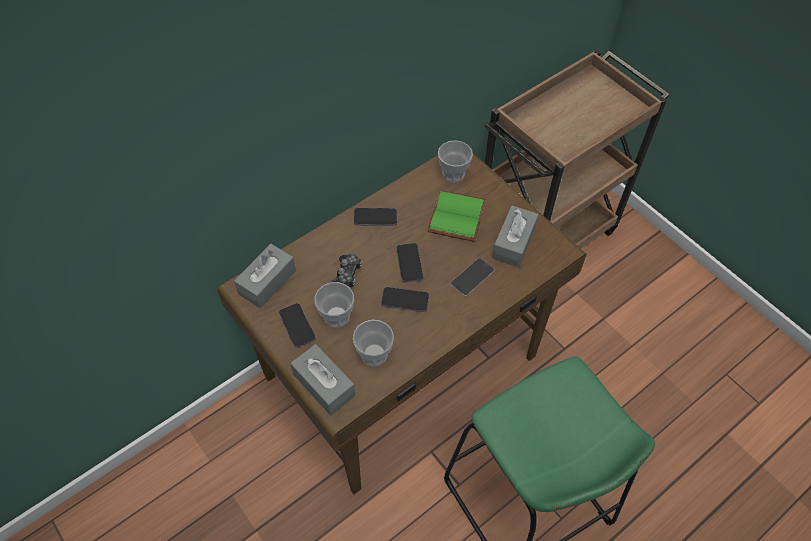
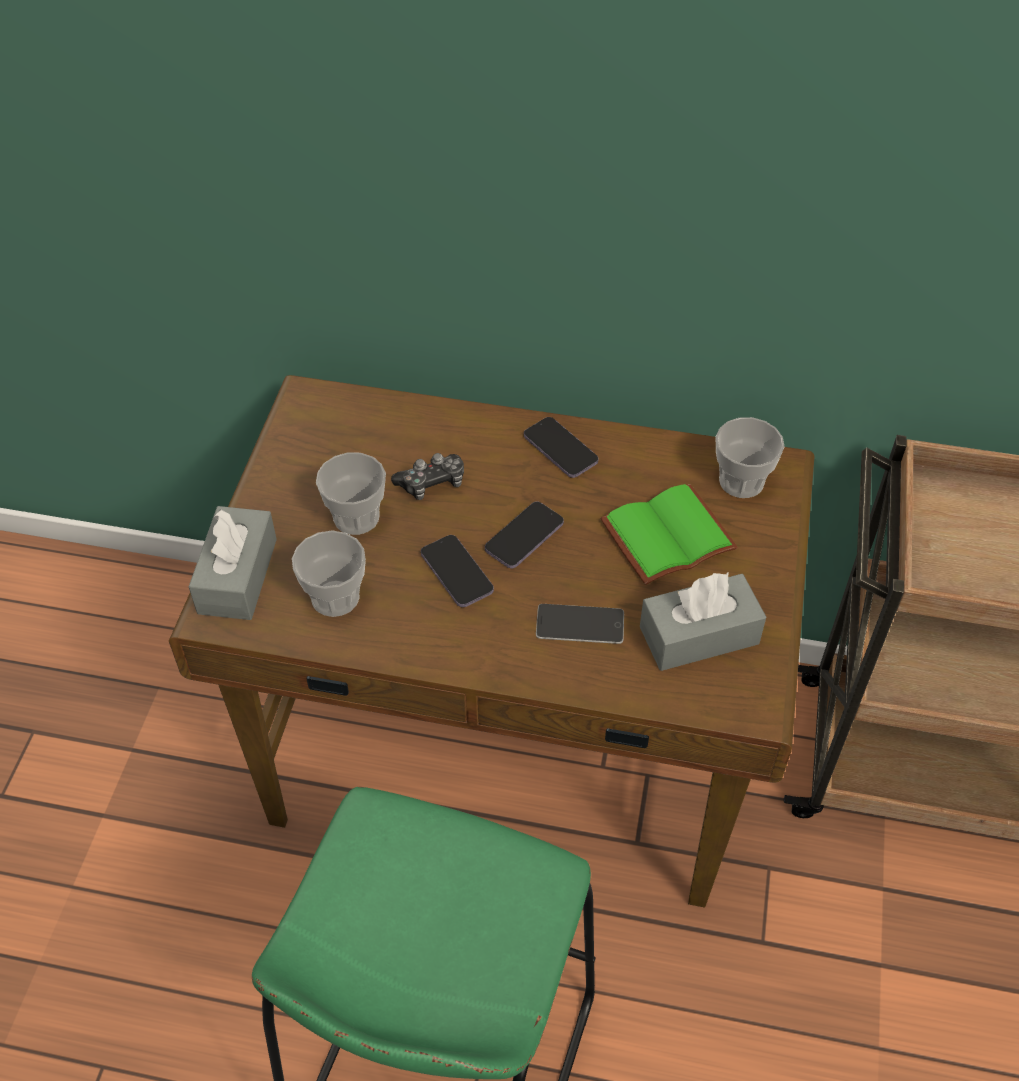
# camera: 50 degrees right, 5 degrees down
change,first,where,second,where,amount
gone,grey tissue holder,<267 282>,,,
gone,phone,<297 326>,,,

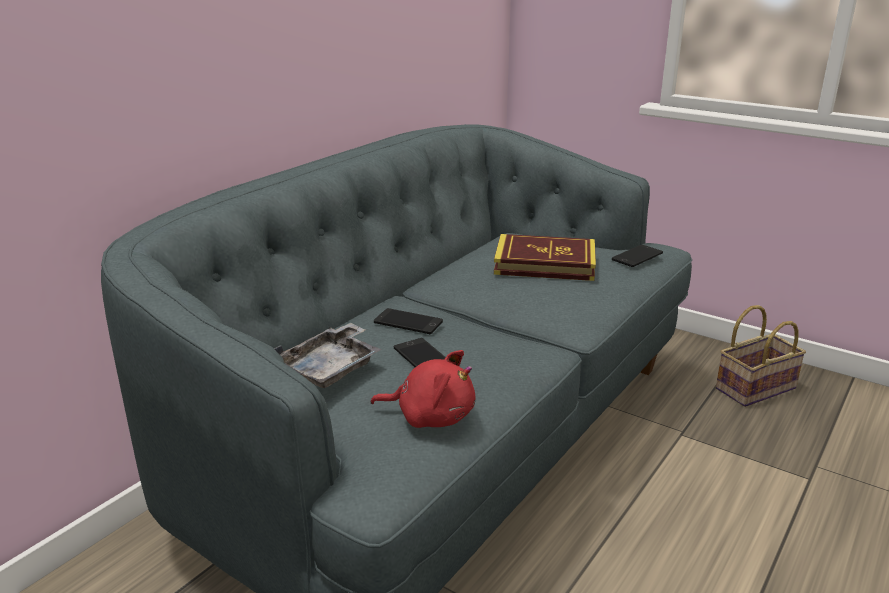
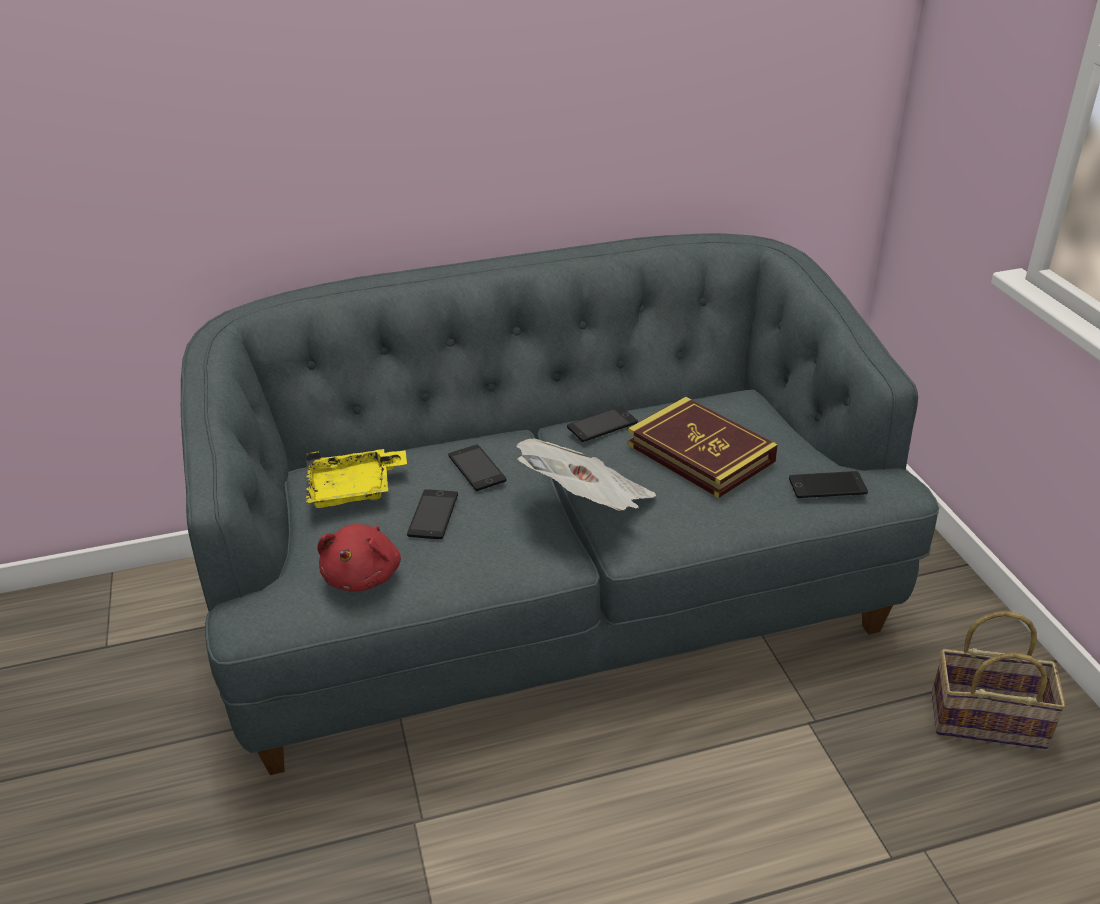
# camera: 40 degrees right, 10 degrees up
change,first,where,second,where,amount
repainted,grey serving tray,<331 368>,yellowish serving tray,<354 489>,
rotated,red plush toy,<431 416>,,<364 575>,45 degrees clockwise
new,,,printed paper,<587 504>,
new,,,phone,<602 425>,

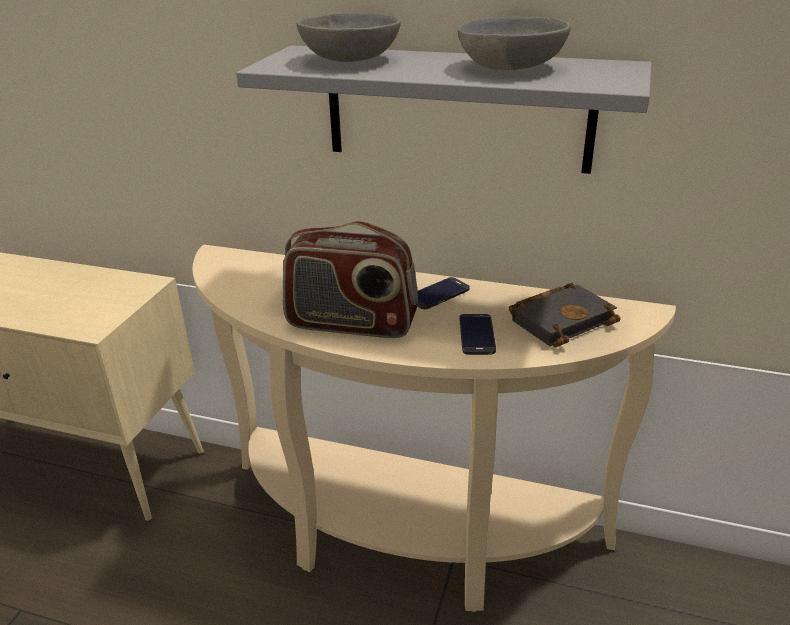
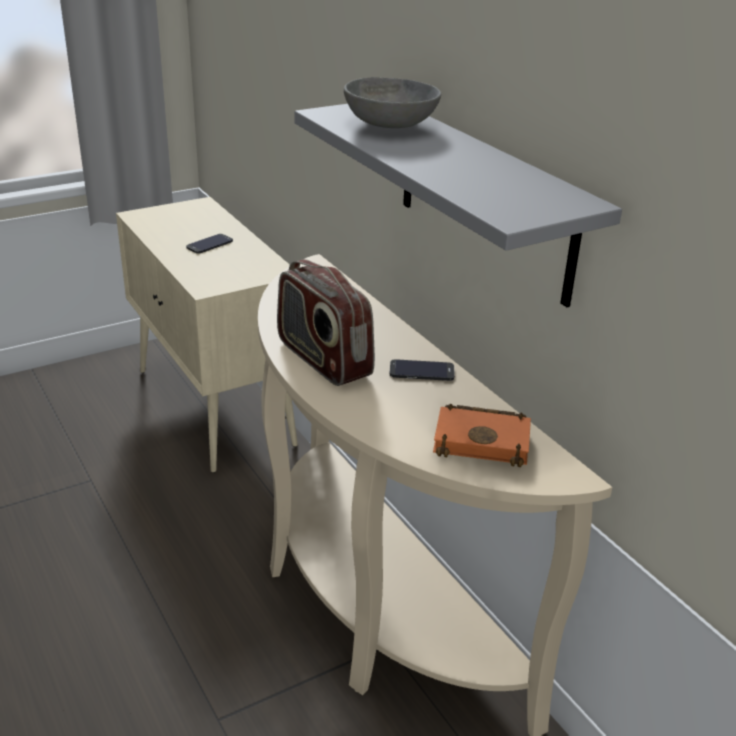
# camera: 40 degrees right, 0 degrees up
change,first,where,second,where,amount
gone,grey deep dish,<510 66>,,,
shifted,phone,<476 334>,,<209 244>,
repainted,black-coloured bound book,<561 319>,orangey bound book,<484 440>,

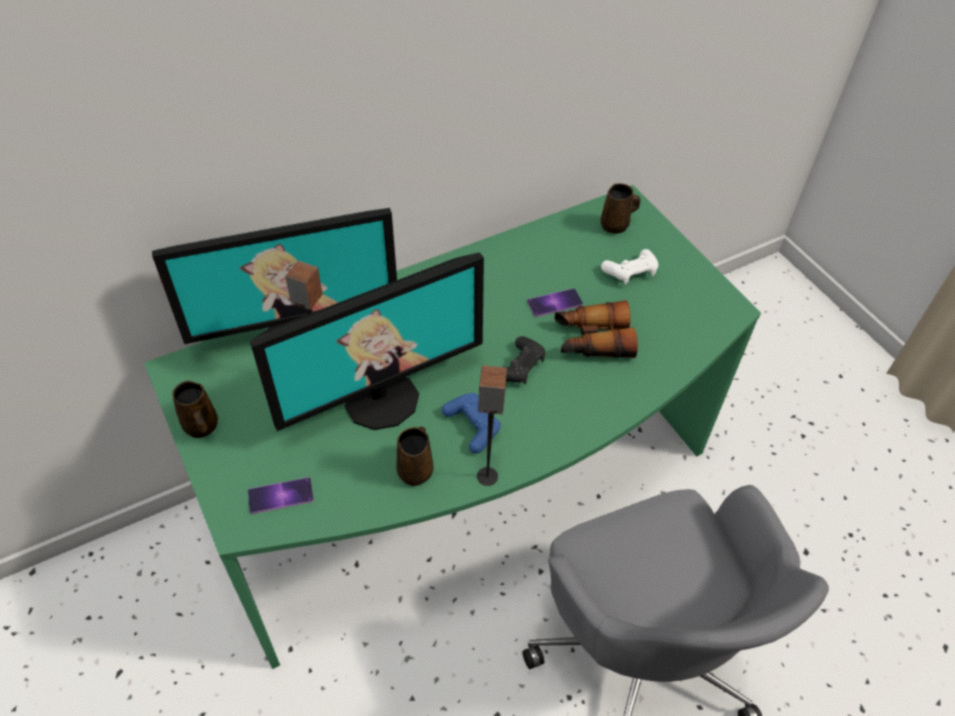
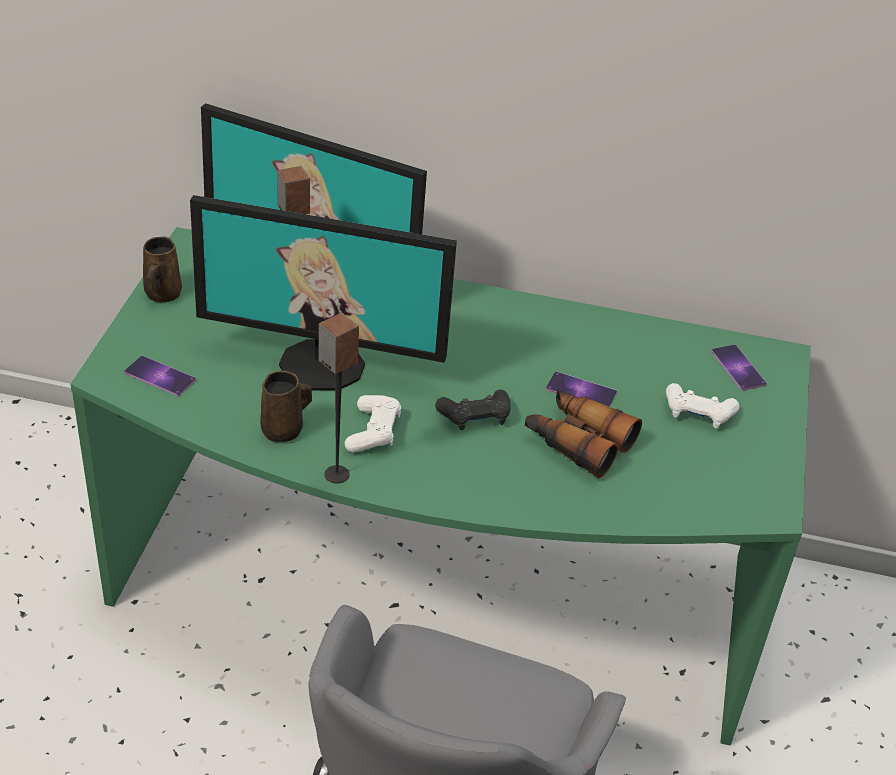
# camera: 40 degrees right, 10 degrees down
change,first,where,second,where,amount
repainted,blue gamepad,<472 426>,white-coloured gamepad,<373 432>,
swapped,brownish tea mug,<616 225>,phone,<738 368>,

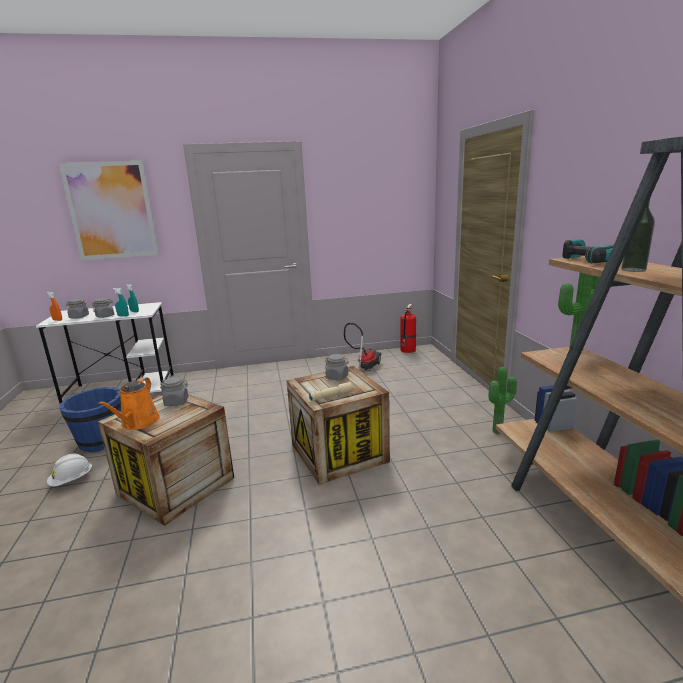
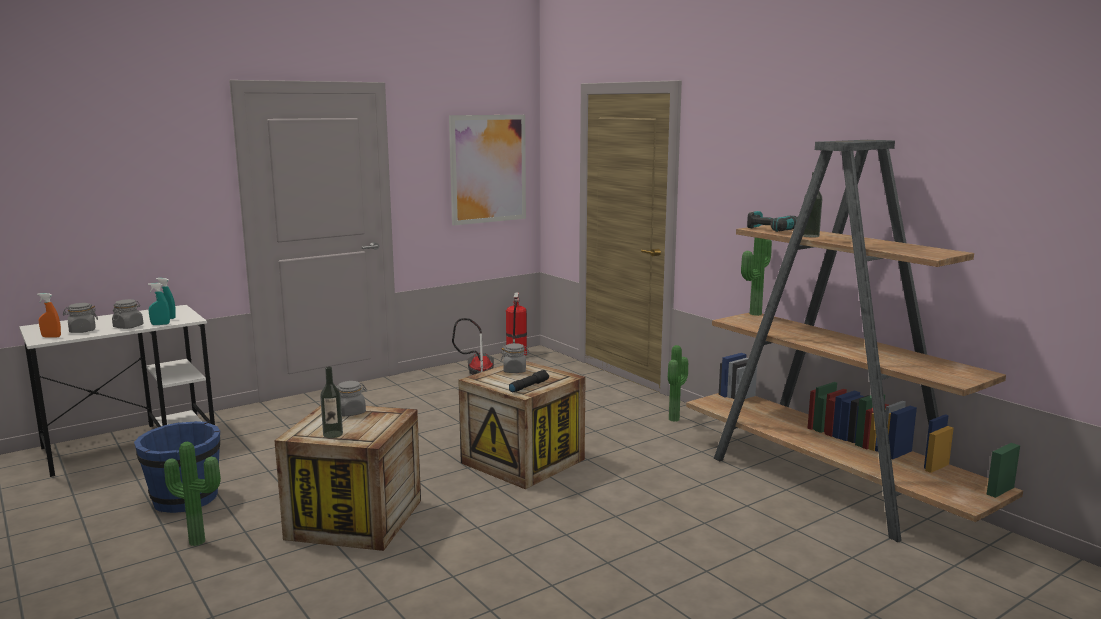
# camera: 25 degrees left, 5 degrees down
change,first,where,second,where,amount
swapped,white-coloured hard hat,<72 480>,plant in a pot,<199 540>,
shifted,picture,<111 211>,,<488 169>,
swapped,orangey sprinkling can,<138 423>,bottle,<333 434>,
repainted,beige hand torch,<331 396>,black-coloured hand torch,<528 386>,

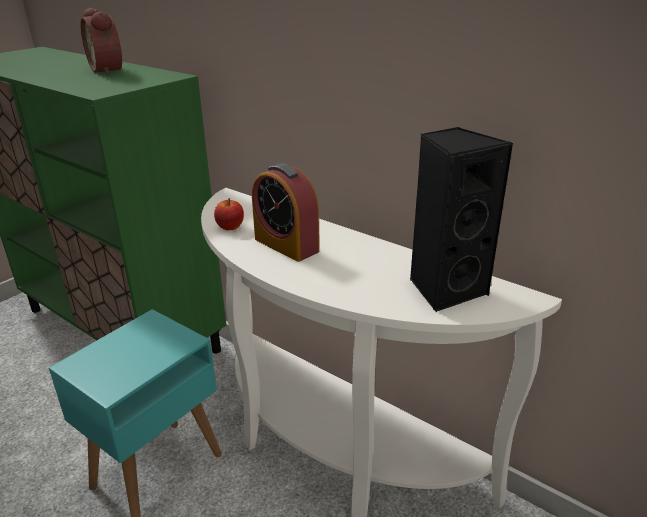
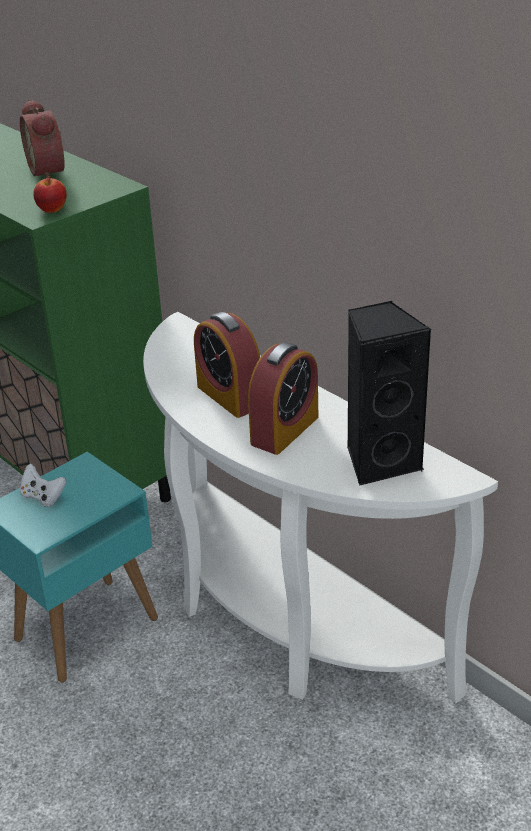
# camera: 10 degrees right, 5 degrees up
change,first,where,second,where,amount
shifted,apple fruit,<230 227>,,<52 210>,
new,,,white-coloured gamepad,<43 497>,
new,,,alarm clock,<285 430>,

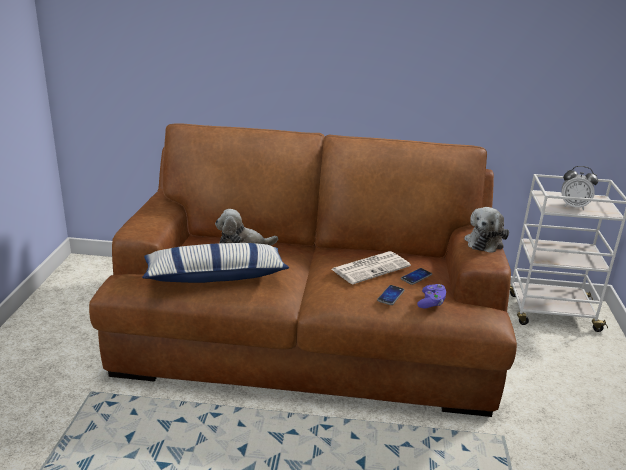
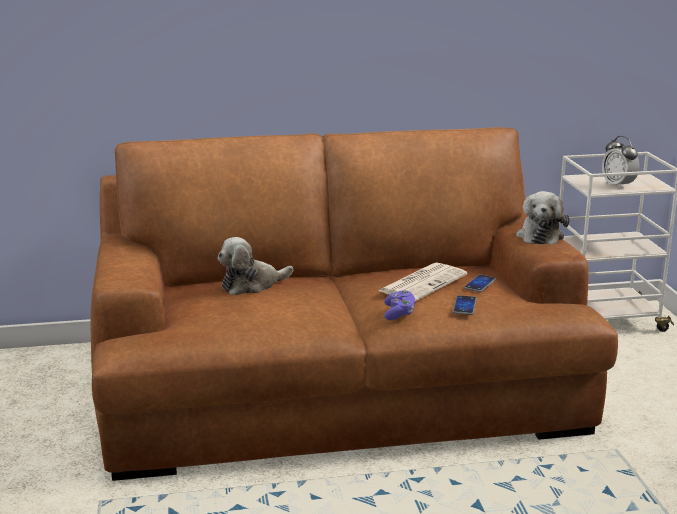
# camera: 15 degrees left, 5 degrees down
change,first,where,second,where,amount
gone,pillow,<215 276>,,,
shifted,purple gamepad,<431 303>,,<399 313>,
rotated,alarm clock,<574 206>,,<618 185>,60 degrees clockwise

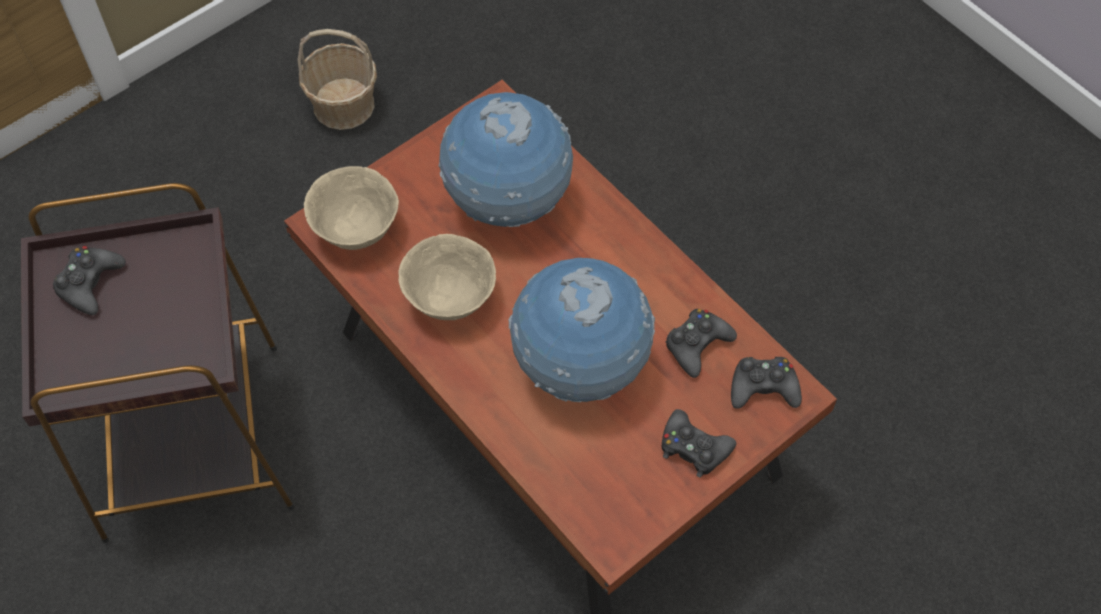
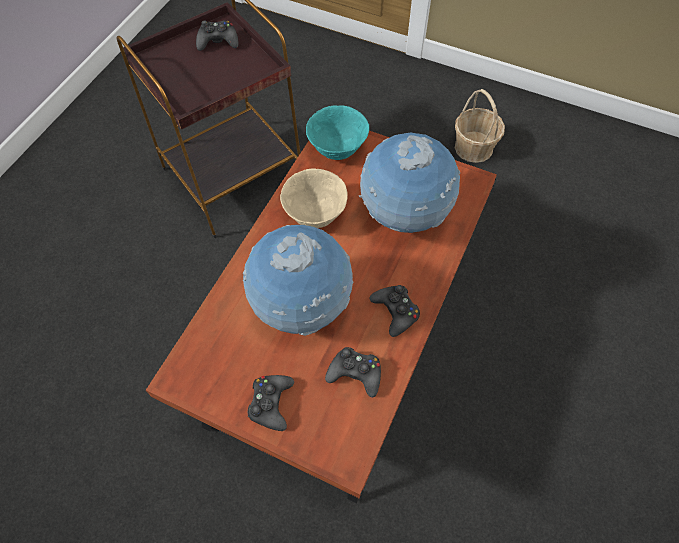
# camera: 65 degrees right, 0 degrees up
change,first,where,second,where,amount
repainted,beige deep dish,<356 230>,blue-green deep dish,<338 149>,
shifted,black-coloured gamepad,<763 387>,,<395 312>,

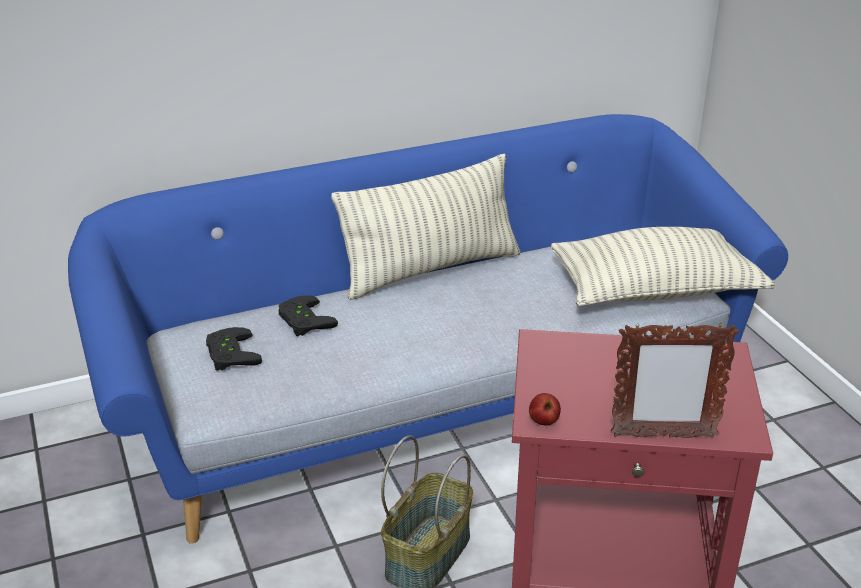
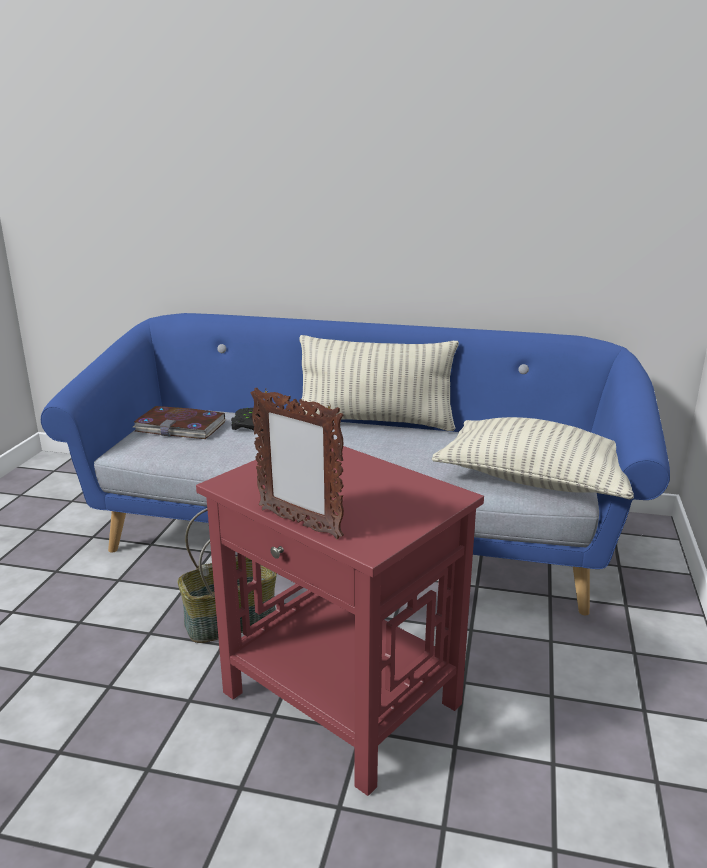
# camera: 35 degrees right, 10 degrees down
change,first,where,second,where,amount
swapped,black-coloured gamepad,<228 354>,bound book,<181 426>,
gone,apple fruit,<543 421>,,,

